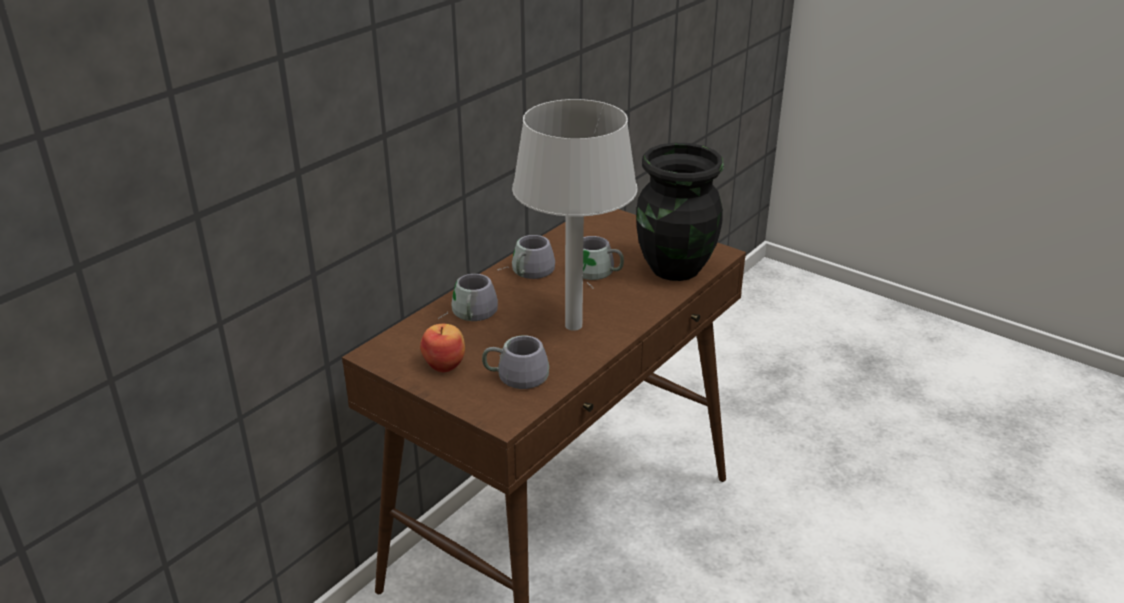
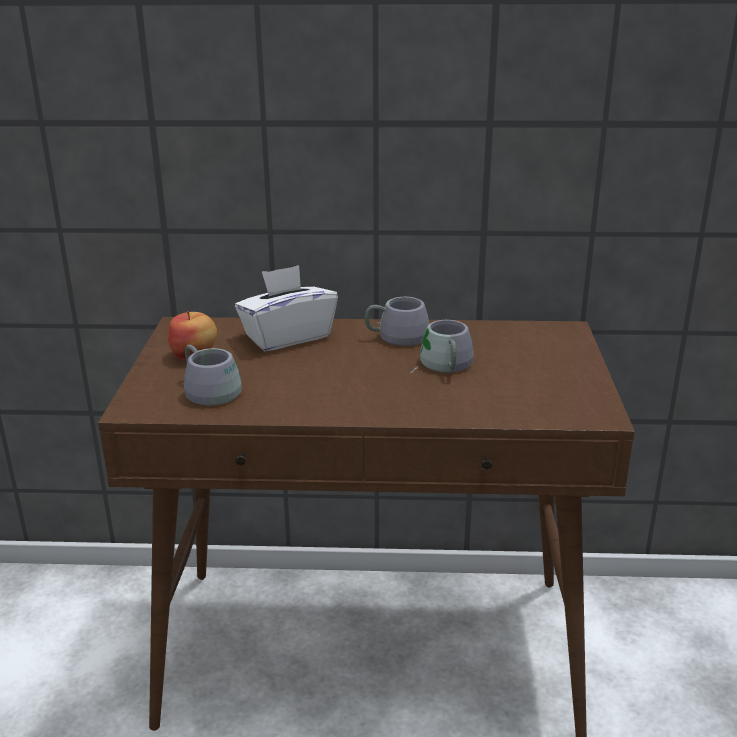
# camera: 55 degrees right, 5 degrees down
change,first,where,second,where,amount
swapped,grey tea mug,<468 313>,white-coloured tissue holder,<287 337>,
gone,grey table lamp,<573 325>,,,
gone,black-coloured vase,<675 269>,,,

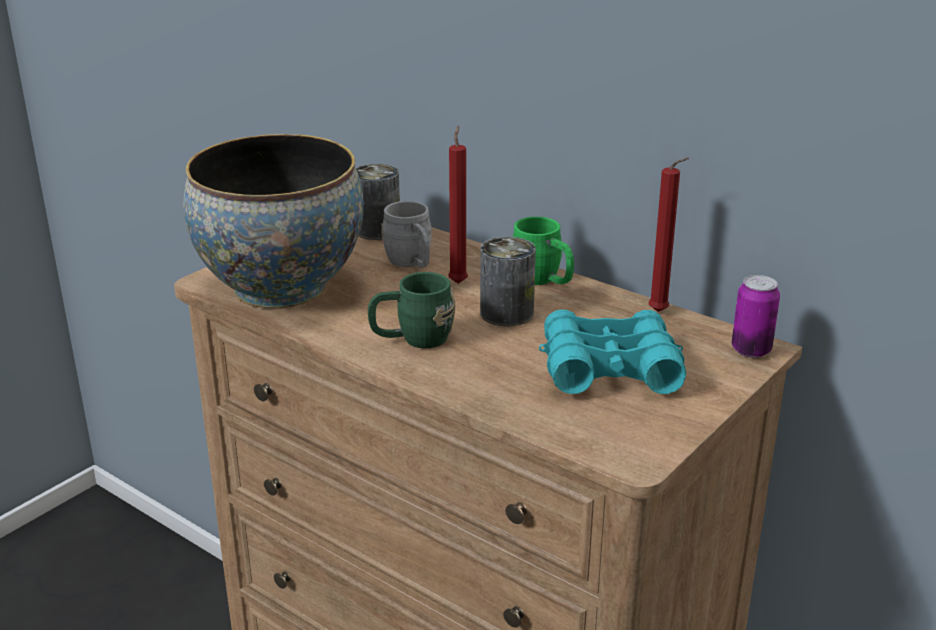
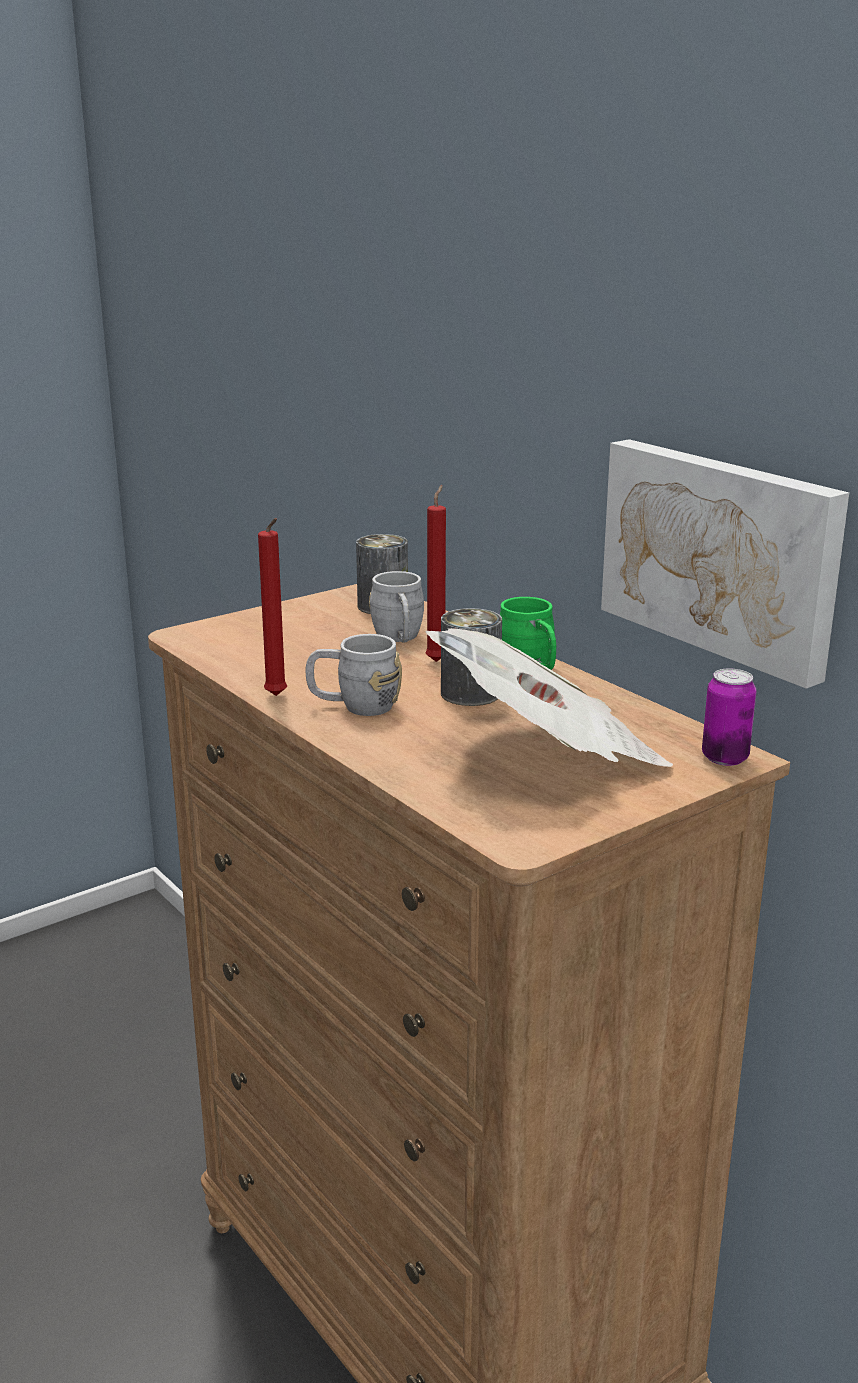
# camera: 15 degrees right, 5 degrees down
change,first,where,second,where,amount
gone,deep dish,<281 288>,,,
repainted,green tea mug,<412 339>,grey tea mug,<354 706>,
swapped,blue-green binoculars,<609 368>,printed paper,<549 756>,
shifted,red wax light,<661 313>,,<277 697>,
new,,,picture,<722 554>,

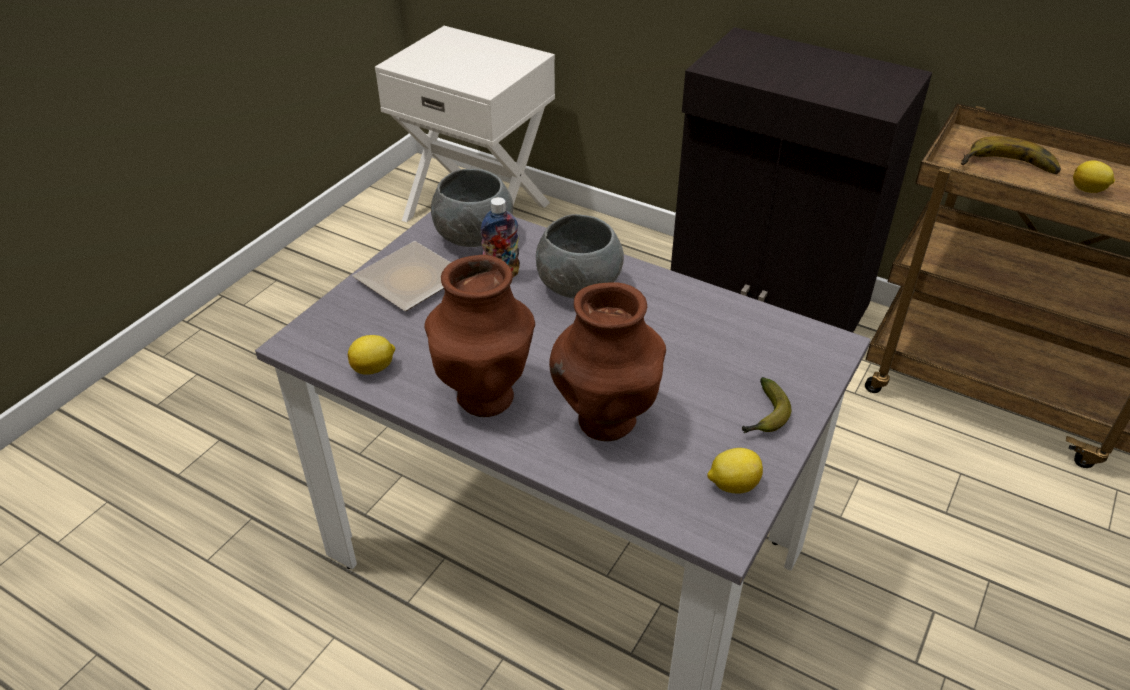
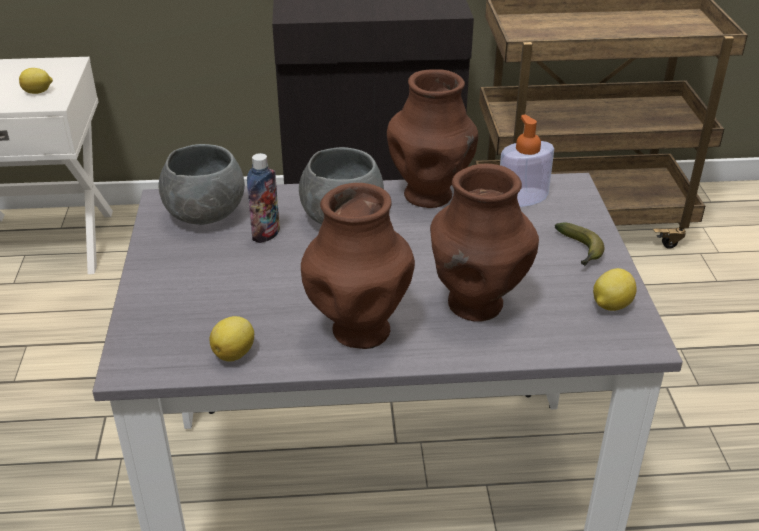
# camera: 35 degrees left, 5 degrees down
change,first,where,second,where,amount
gone,flat dish,<406 280>,,,
gone,banana,<1009 168>,,,
shifted,lemon,<1088 190>,,<38 92>,
new,,,brownish vase,<429 195>,
new,,,soap bottle,<522 197>,

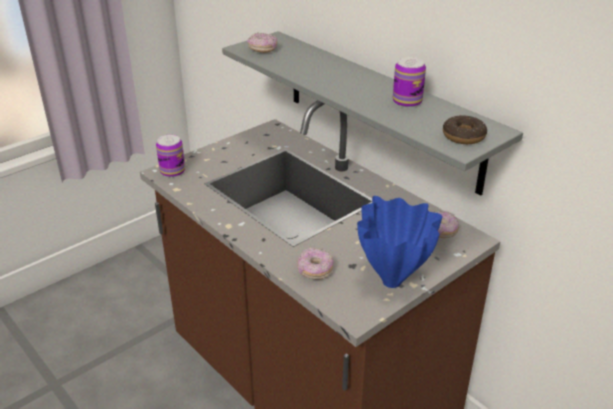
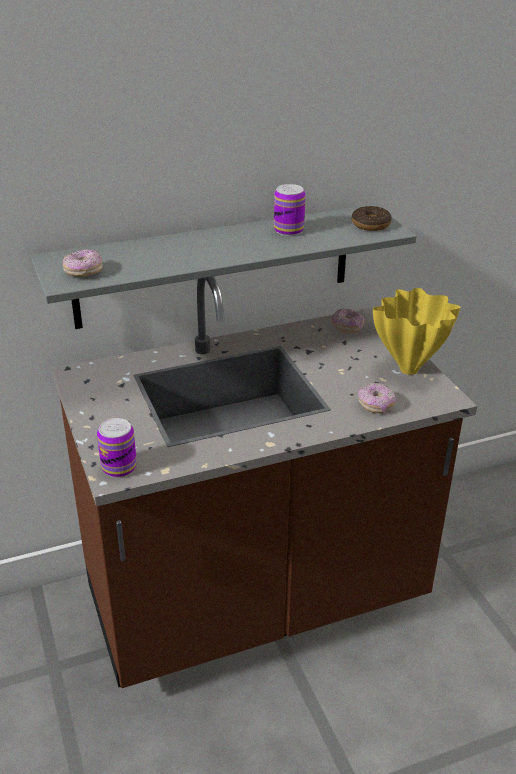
# camera: 70 degrees left, 0 degrees up
change,first,where,second,where,amount
repainted,blue vase,<392 282>,yellowish vase,<410 370>,

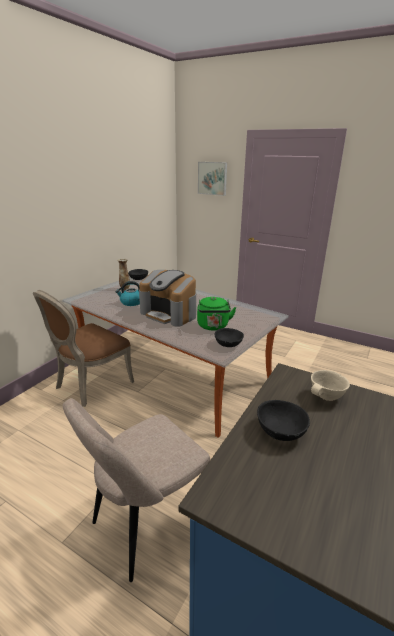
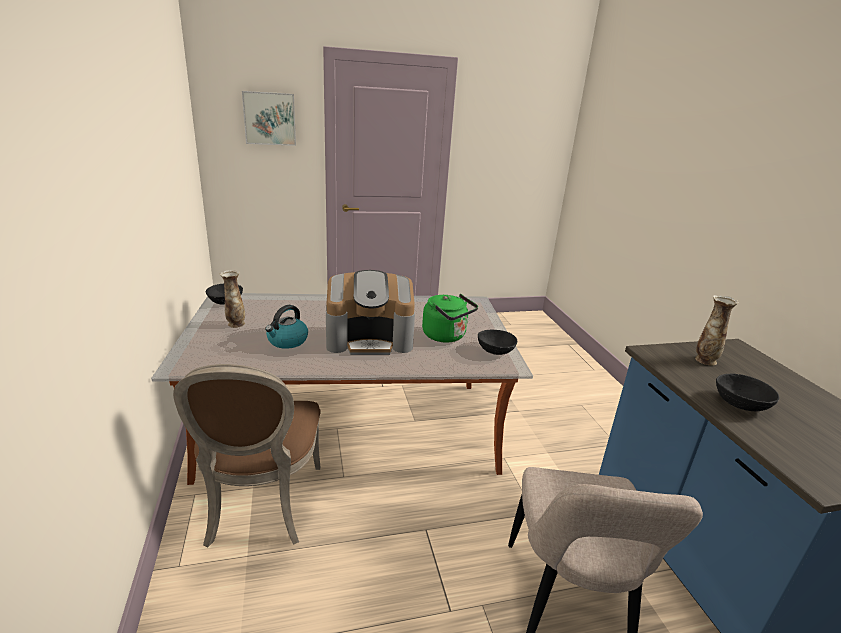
# camera: 45 degrees left, 0 degrees up
change,first,where,second,where,amount
swapped,beige deep dish,<326 397>,vase,<705 360>,

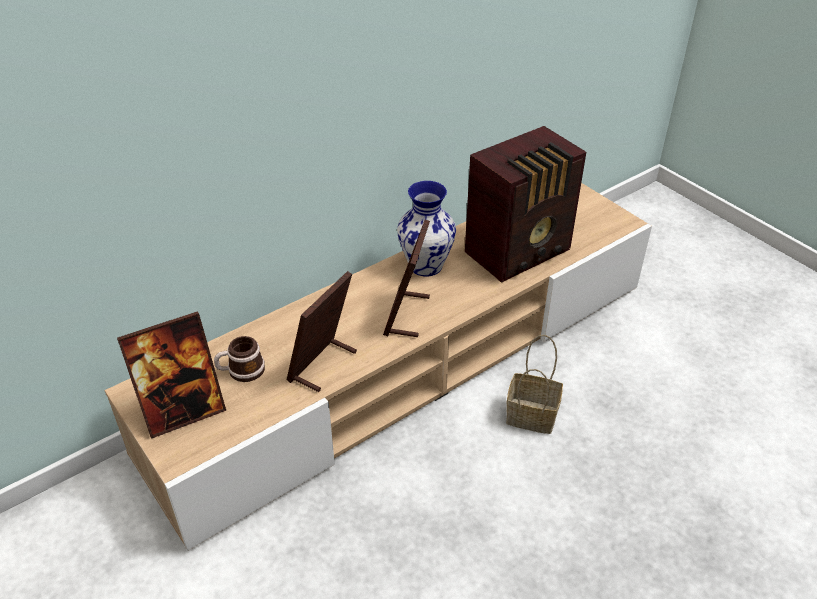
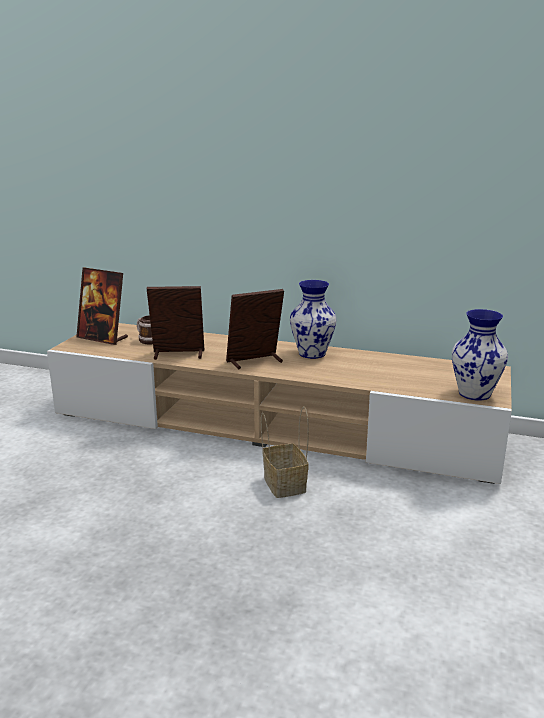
# camera: 55 degrees right, 20 degrees down
change,first,where,second,where,amount
gone,radio set,<520 252>,,,
new,,,vase,<474 393>,

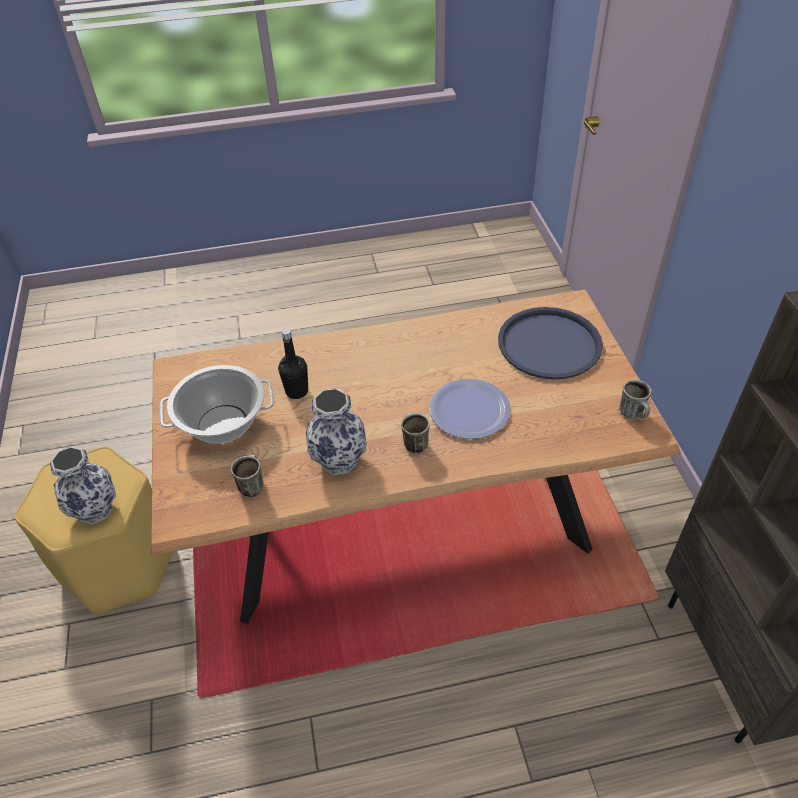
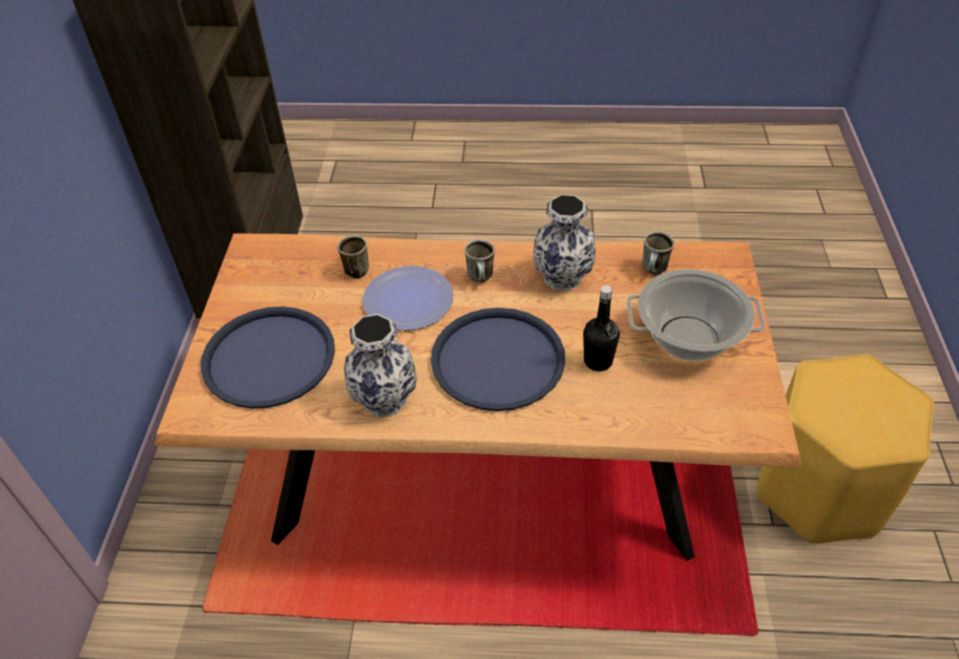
# camera: 165 degrees left, 0 degrees up
change,first,where,second,where,amount
shifted,vase,<96 509>,,<383 400>,
shifted,tea mug,<634 414>,,<355 268>,
new,,,blue serving tray,<497 360>,

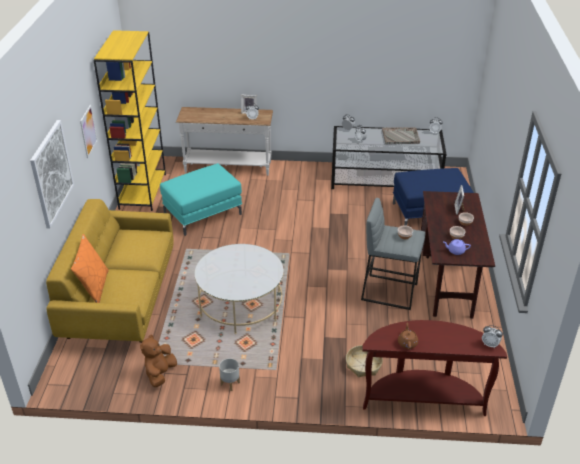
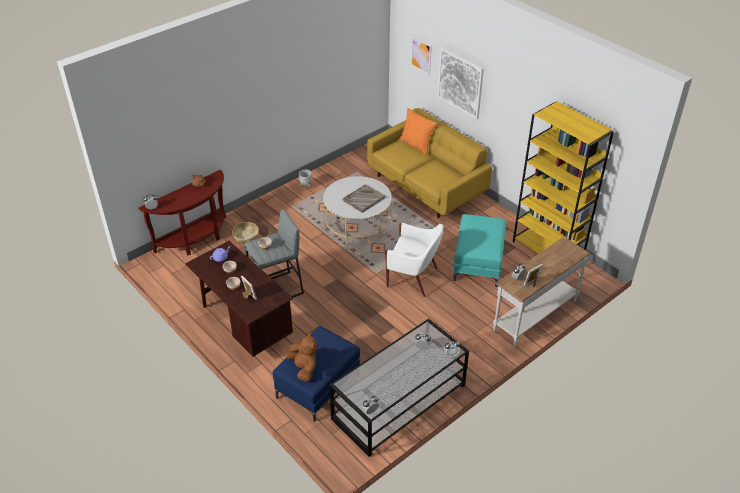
# camera: 135 degrees right, 5 degrees up
change,first,where,second,where,amount
shifted,picture,<88 131>,,<421 55>,
shifted,brownish plush toy,<160 374>,,<304 368>,
shifted,grey serving tray,<401 136>,,<363 199>,
new,,,white-coloured lounge chair,<413 278>,

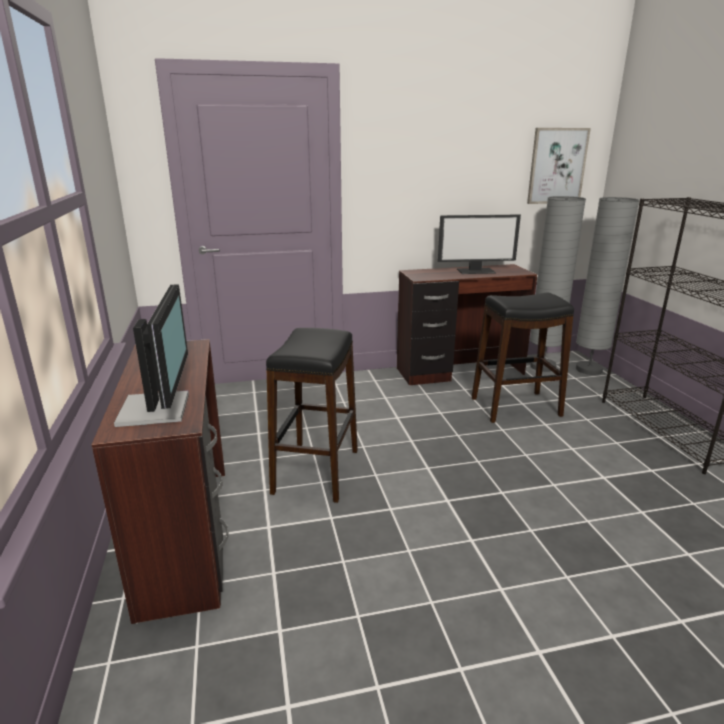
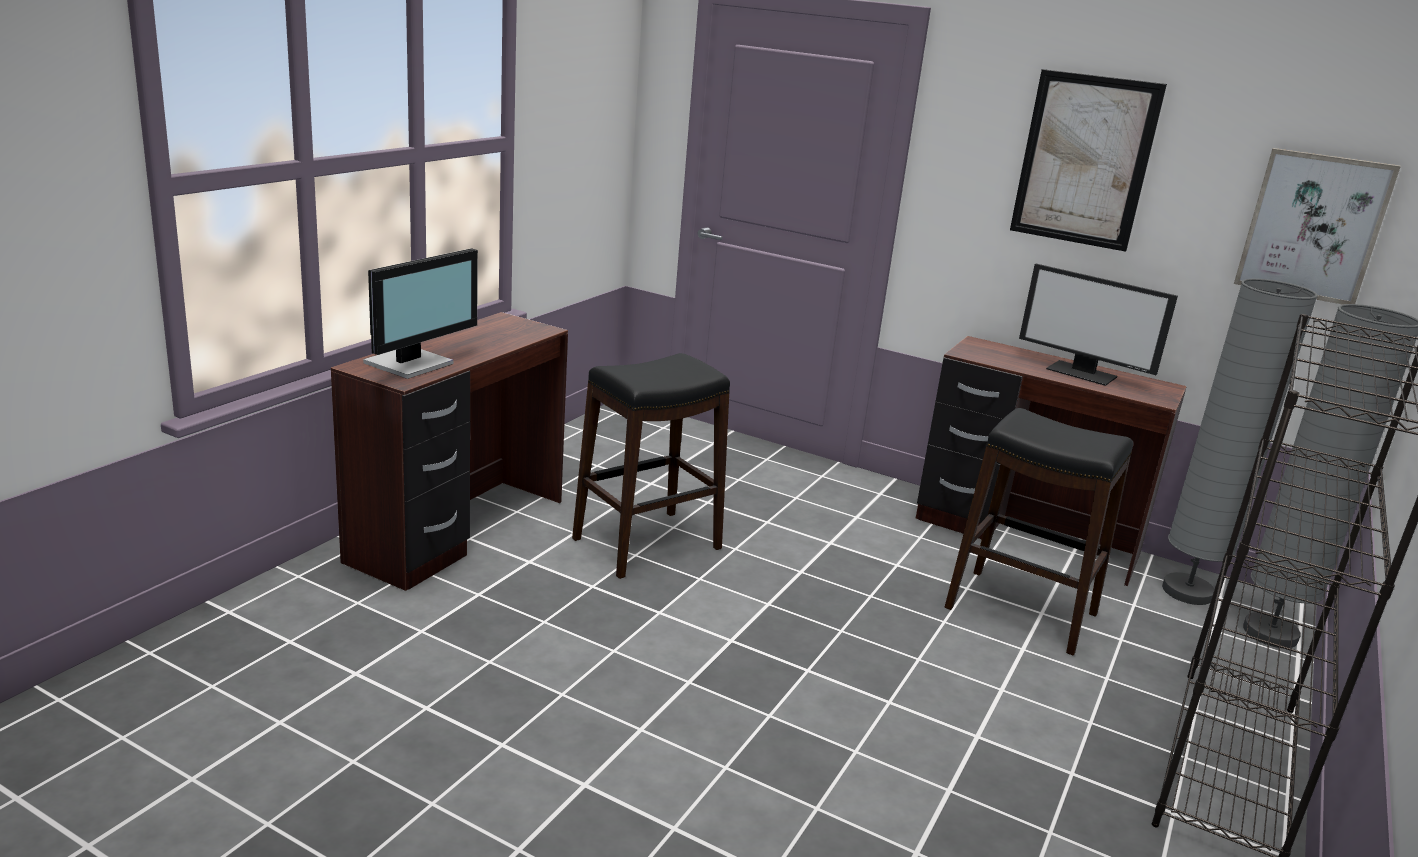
# camera: 40 degrees right, 0 degrees up
change,first,where,second,where,amount
new,,,picture,<1084 160>,

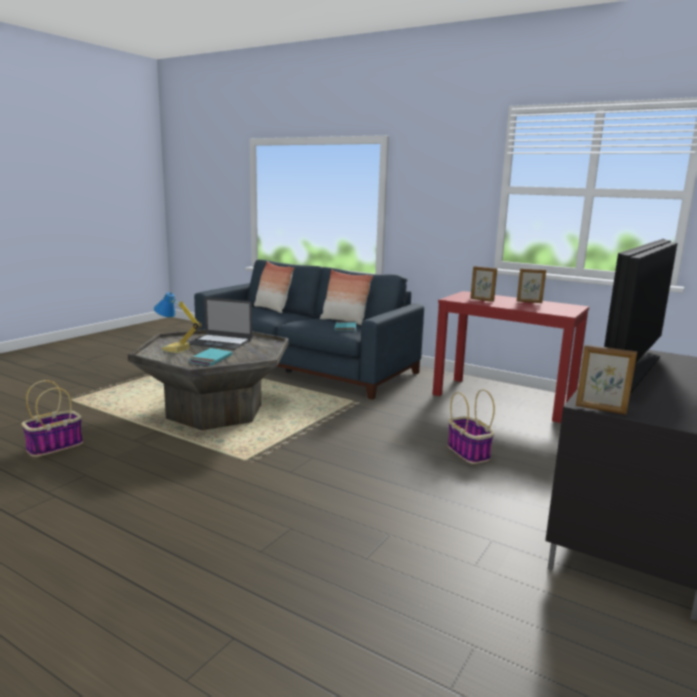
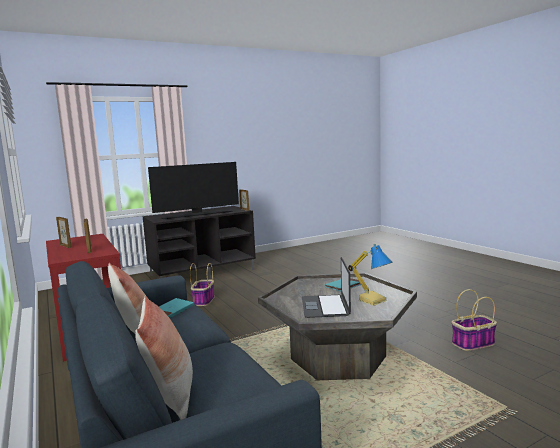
# camera: 150 degrees left, 5 degrees down
change,first,where,second,where,amount
rotated,notebook computer,<220 342>,,<325 306>,135 degrees counterclockwise

